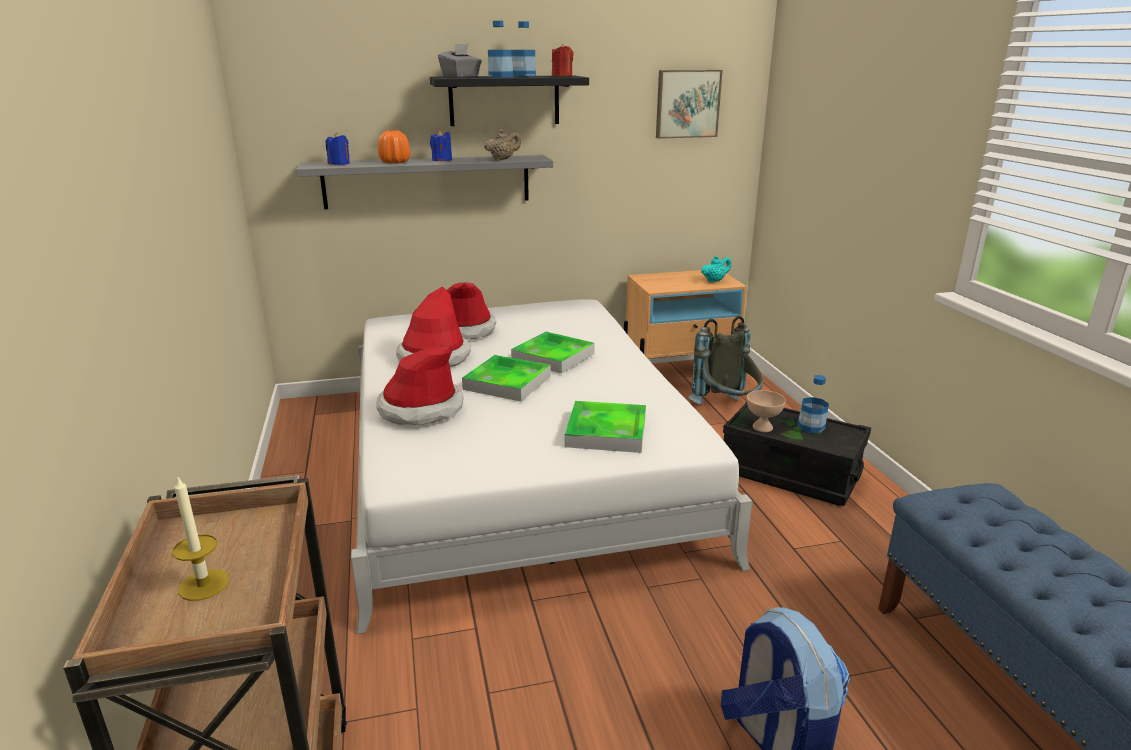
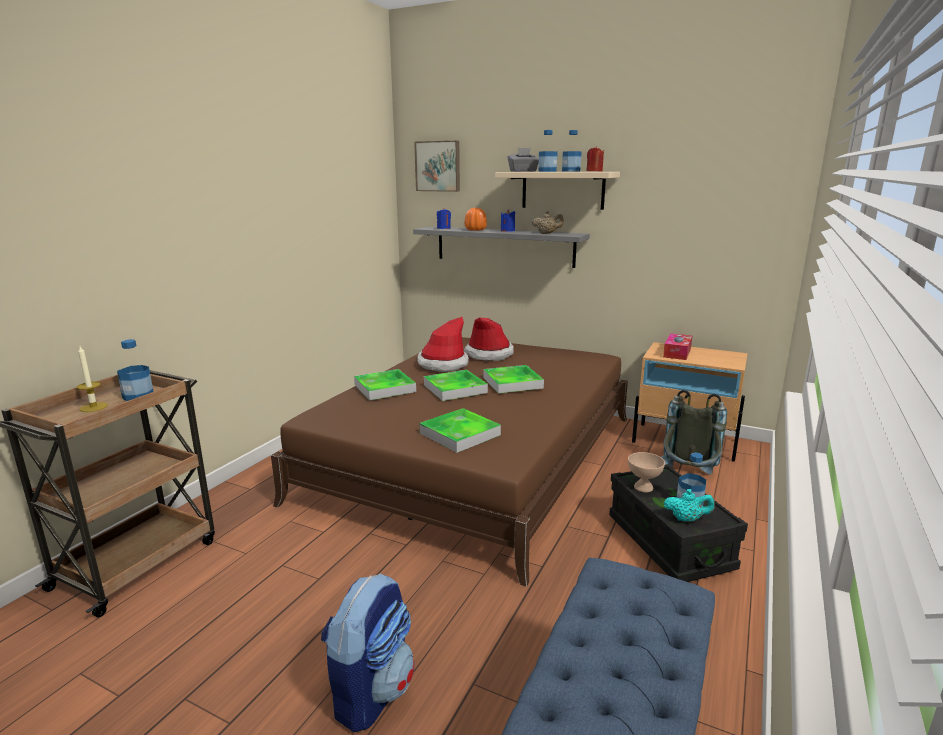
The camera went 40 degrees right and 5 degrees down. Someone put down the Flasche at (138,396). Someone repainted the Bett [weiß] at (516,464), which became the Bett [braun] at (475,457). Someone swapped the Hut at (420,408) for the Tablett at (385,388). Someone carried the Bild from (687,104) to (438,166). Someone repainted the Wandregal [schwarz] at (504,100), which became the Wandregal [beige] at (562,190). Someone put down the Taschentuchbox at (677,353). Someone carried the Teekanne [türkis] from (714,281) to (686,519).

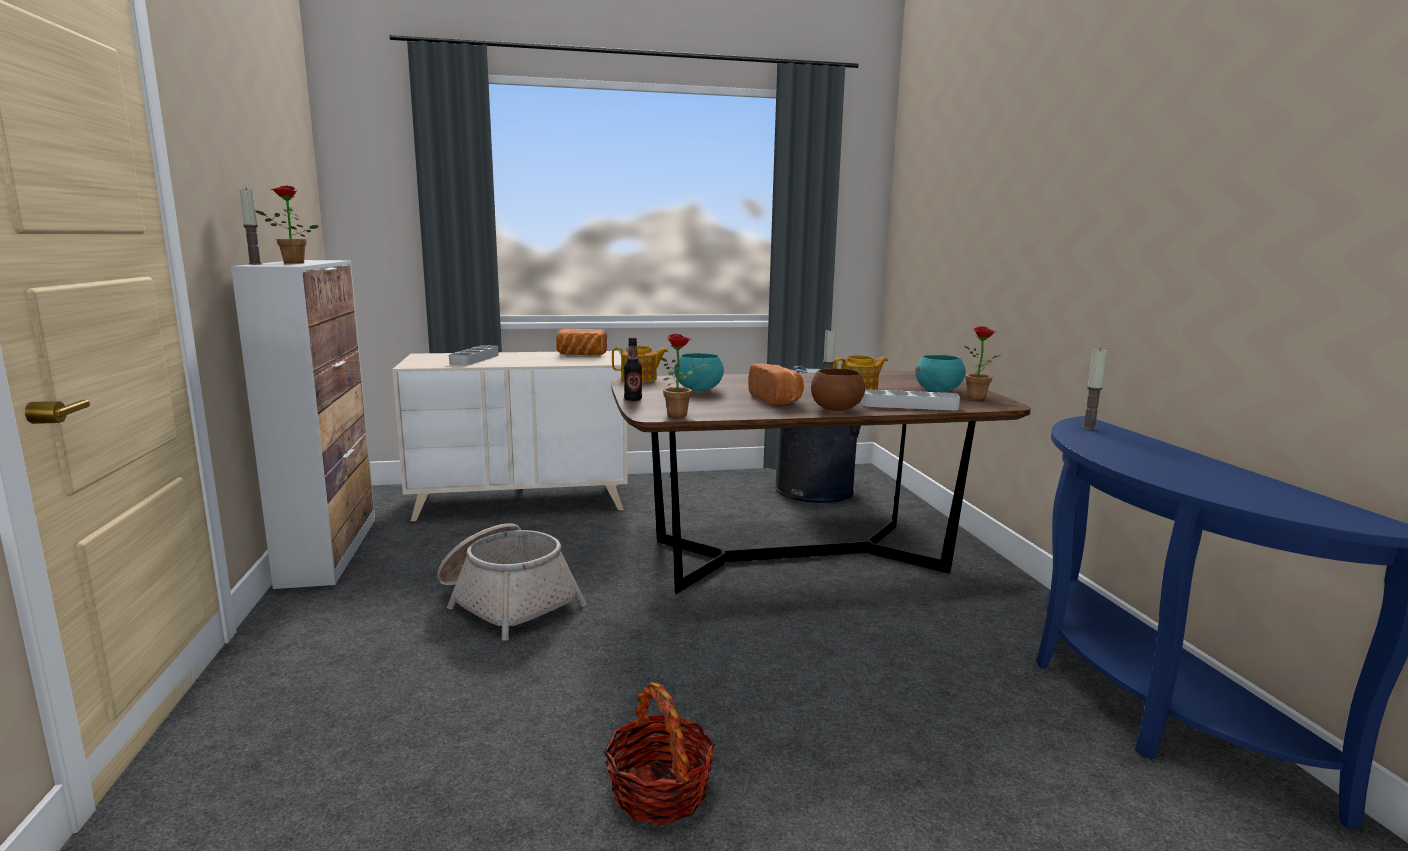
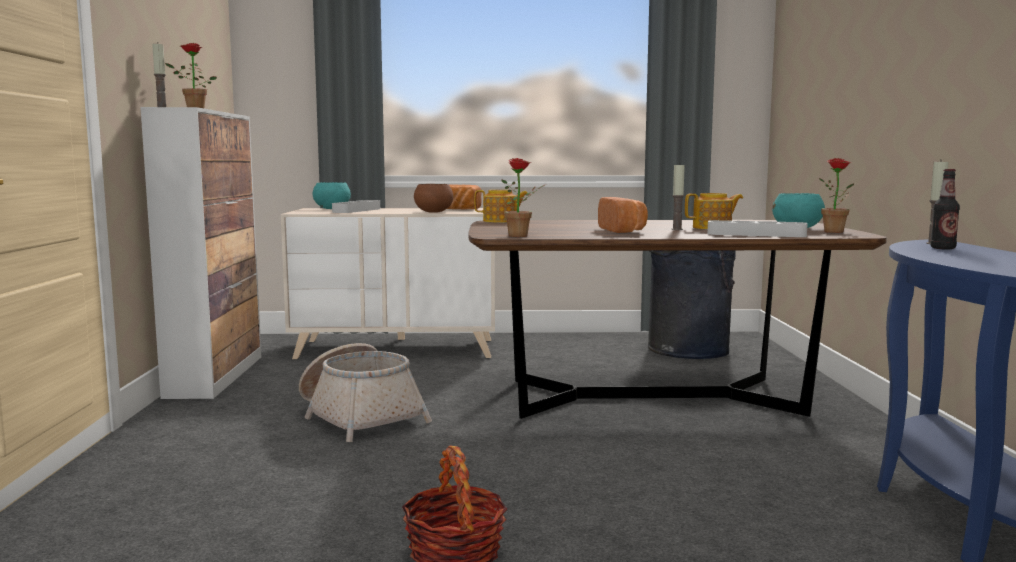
The camera went 10 degrees right and 5 degrees down. Someone carried the Schüssel [türkis] from (698,389) to (332,209). Someone carried the Schüssel [braun] from (835,409) to (433,212). Someone carried the Flasche from (633,399) to (943,248).

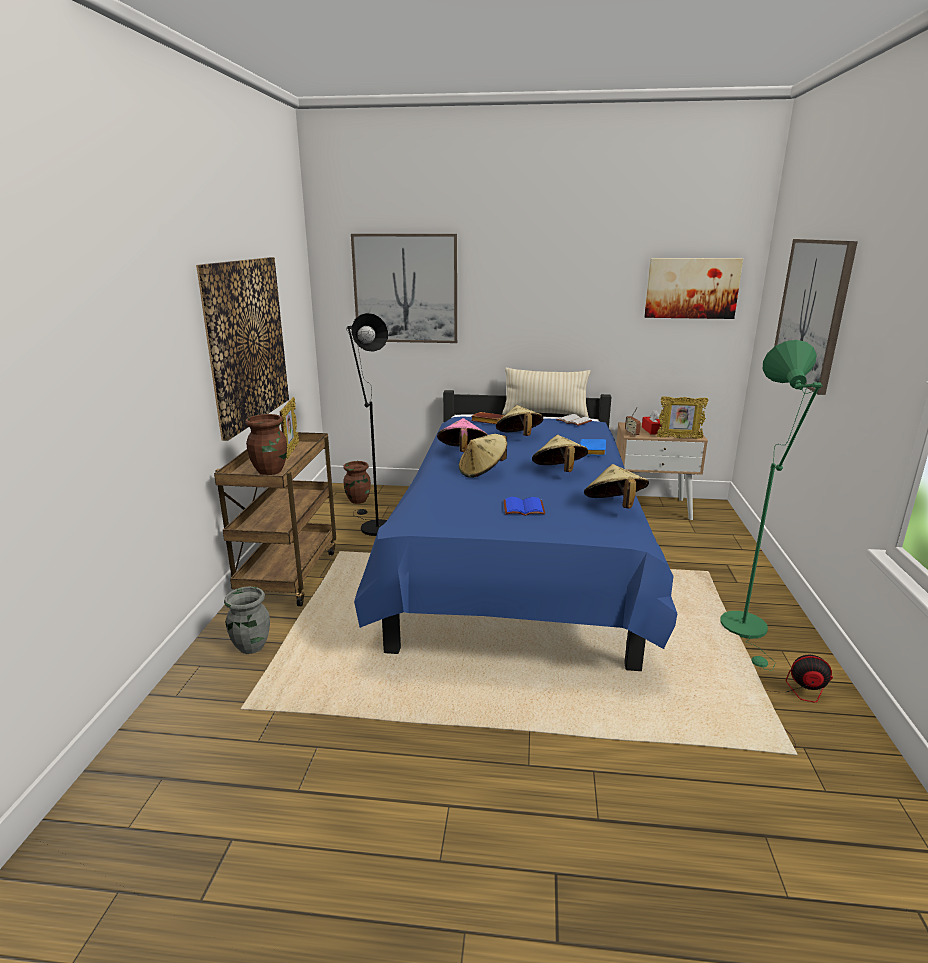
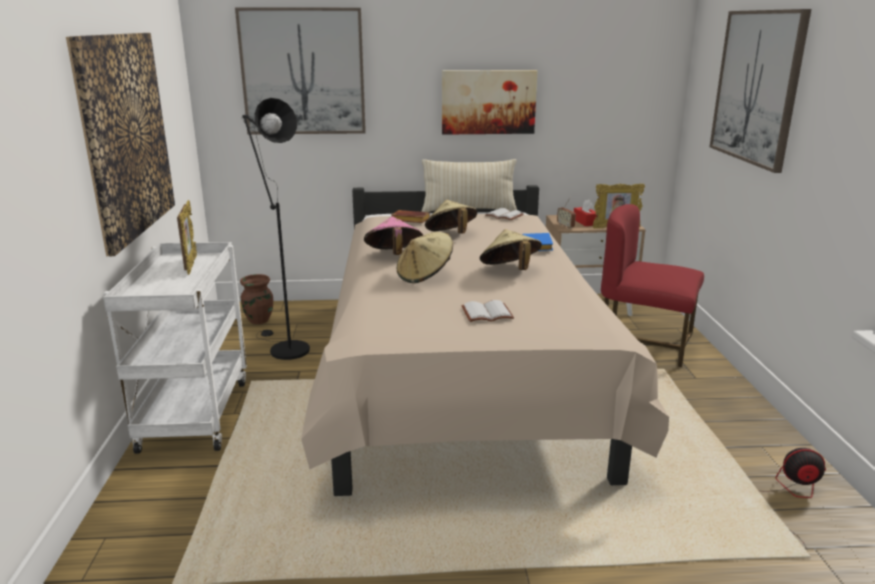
The camera went 10 degrees left and 0 degrees up. Someone repainted the Rollwagen [braun] at (288,574), which became the Rollwagen [weiß] at (194,413). Someone repainted the Bett [blau] at (517,563), which became the Bett [beige] at (460,378). Someone carried the Bild from (691,288) to (488,102). Someone repainted the Buch [blau] at (523,509), which became the Buch [weiß] at (486,314). Someone put down the Stuhl [rot] at (645,342). Someone took away the Vase [grau] at (251,646). Someone took away the Vase [braun] at (270,471). Someone took away the Hut [beige] at (614,506). Someone took away the Stehlampe [grün] at (747,631).

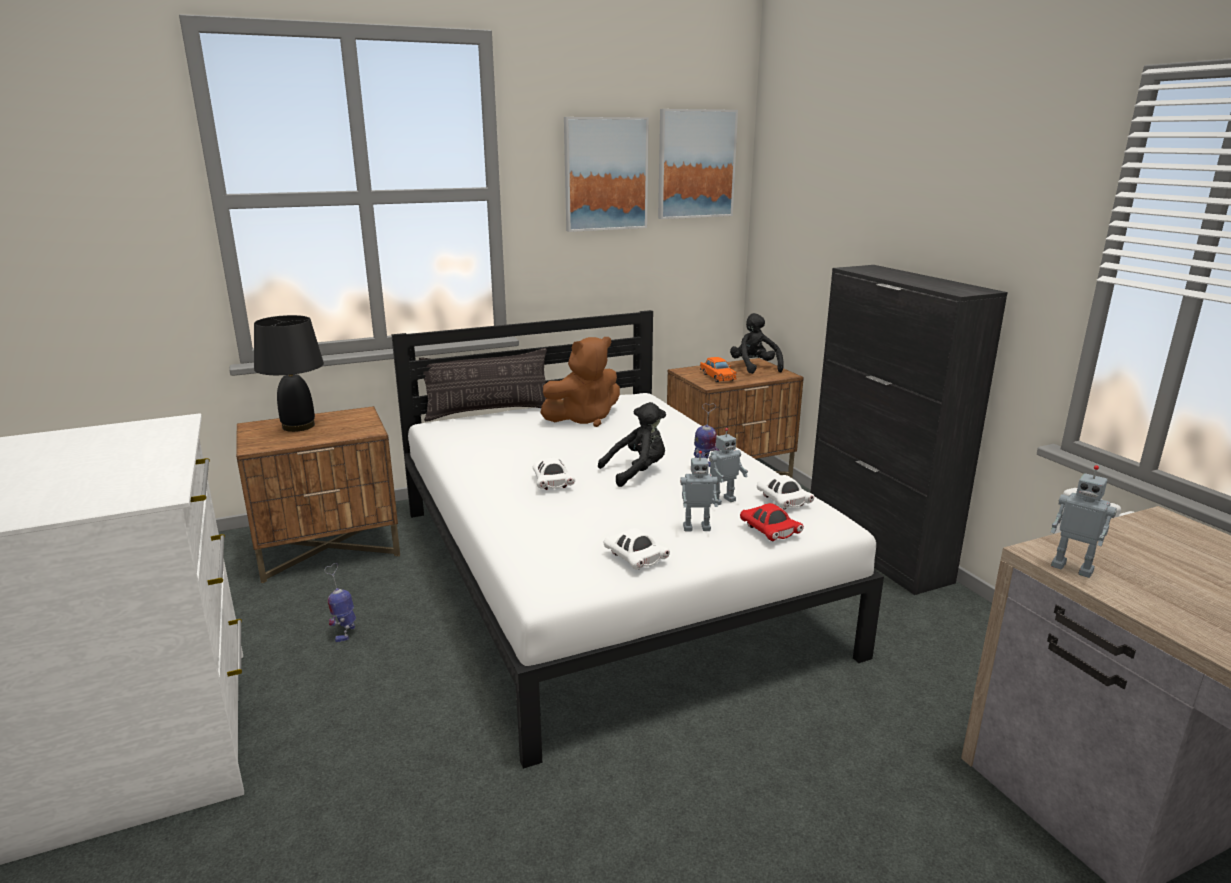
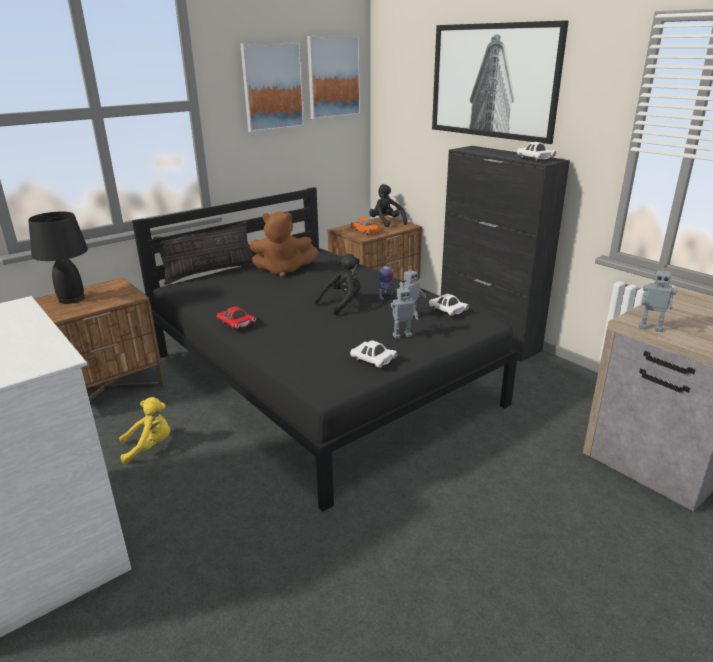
The camera went 15 degrees left and 5 degrees up. Someone swapped the Spielzeugroboter at (345,632) for the Plüschtier [gelb] at (150,447). Someone repainted the Bett [weiß] at (605,575), which became the Bett [schwarz] at (321,379). Someone carried the Spielzeugauto [rot] from (769,532) to (236,324). Someone rotated the Plüschtier [braun] at (584,419) by 45 degrees clockwise. Someone put up the Bild at (494,81). Someone carried the Spielzeugauto [weiß] from (552,483) to (535,159).

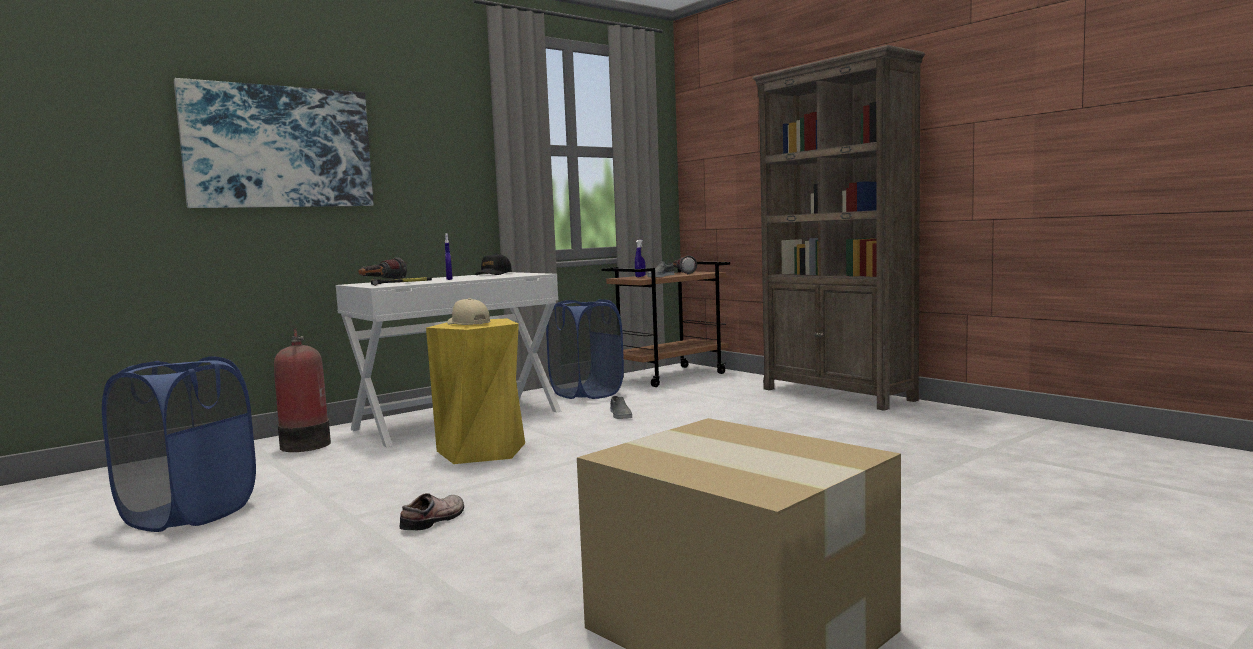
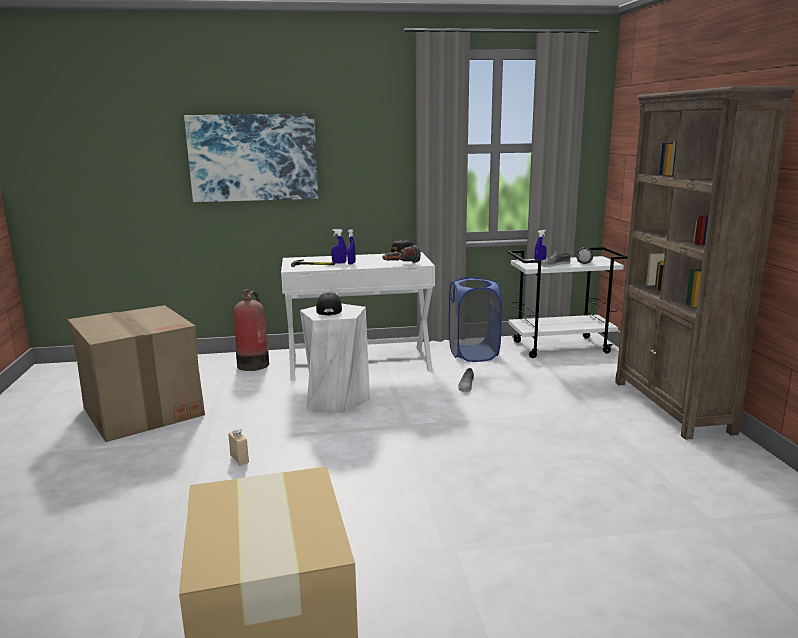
The camera went 30 degrees right and 10 degrees up. Someone swapped the Wäschekorb [blau] at (189,514) for the Karton at (143,411). Someone swapped the Schuh at (435,520) for the Flasche [beige] at (239,459). Someone repainted the Hocker [gelb] at (482,451), which became the Hocker [weiß] at (336,399). Someone repainted the Kappe [beige] at (468,323), which became the Kappe [schwarz] at (329,310). Someone put down the Sprühflasche [blau] at (339,263). Someone carried the Taschenlampe from (381,282) to (400,264). Someone repainted the Rollwagen [braun] at (671,376), which became the Rollwagen [weiß] at (561,347).

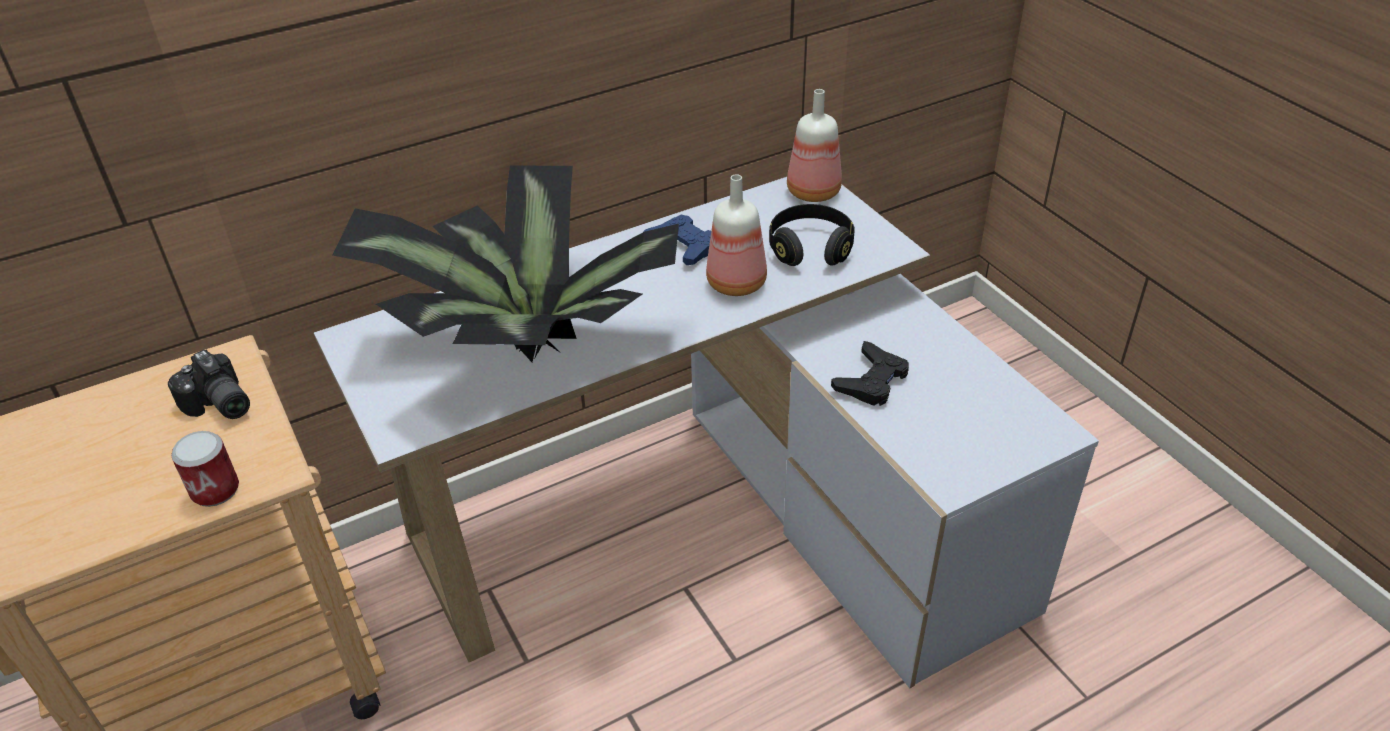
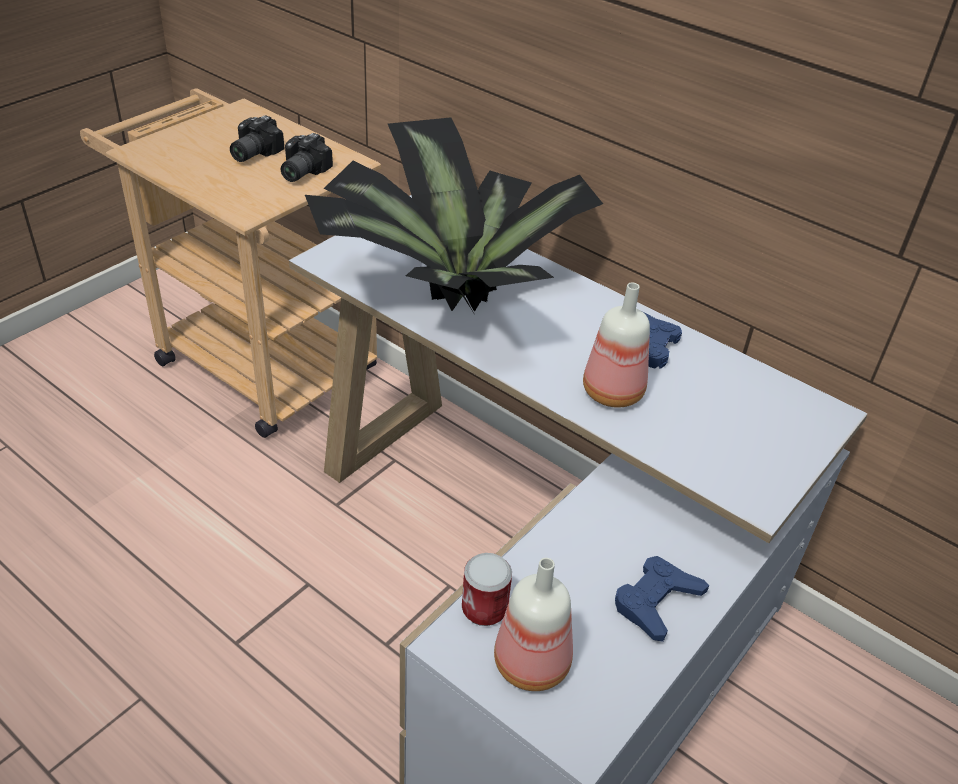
The camera went 65 degrees right and 0 degrees up. Someone put down the Kamera at (252,153). Someone carried the Dose from (215,490) to (484,608). Someone carried the Flasche from (812,191) to (532,661). Someone put down the Gamepad [blau] at (656,601). Someone took away the Kopfhörer [schwarz] at (810,249). Someone took away the Gamepad [schwarz] at (871,381).

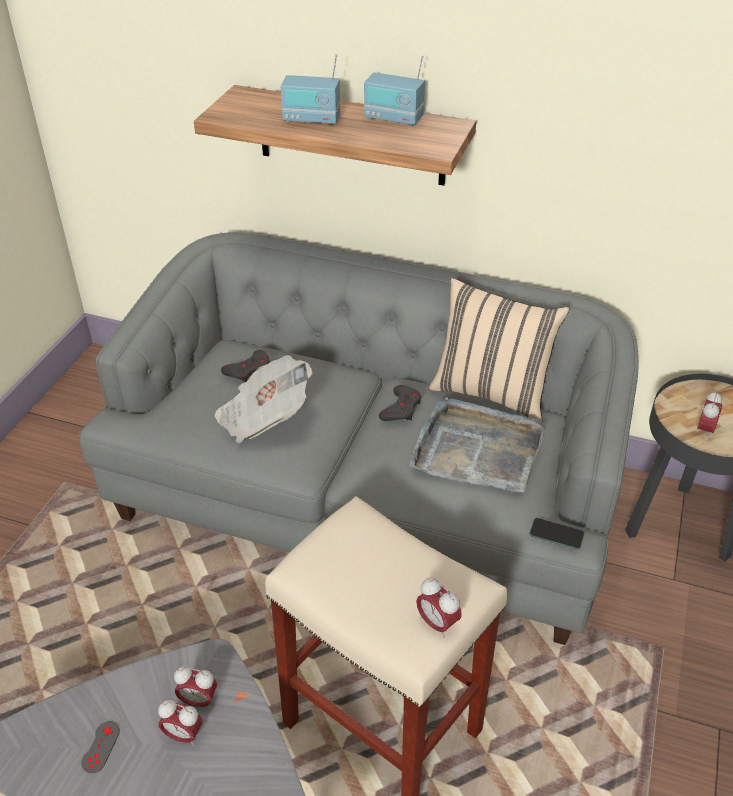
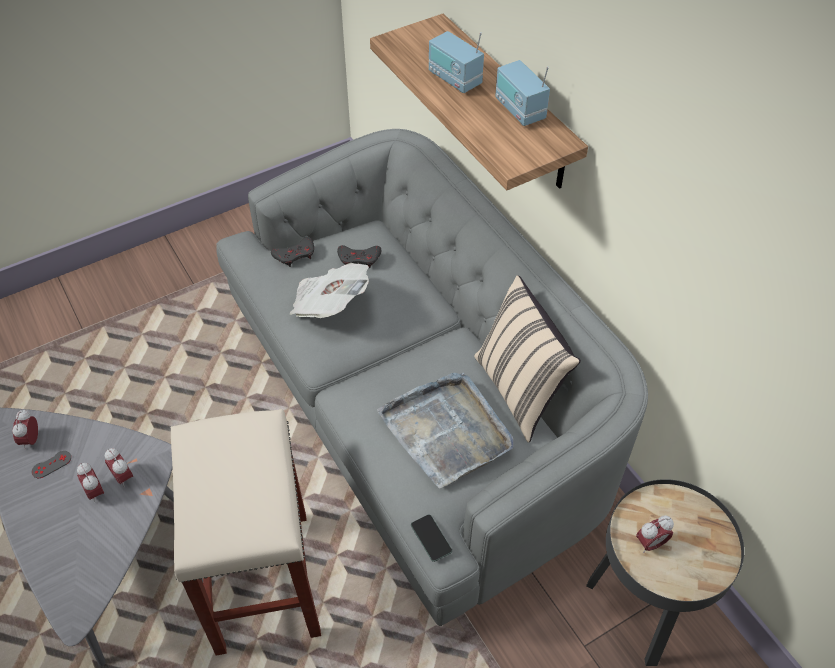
The camera went 40 degrees right and 10 degrees up. Someone carried the Wecker from (437,623) to (31,440). Someone carried the Gamepad [grau] from (401,408) to (295,254).

